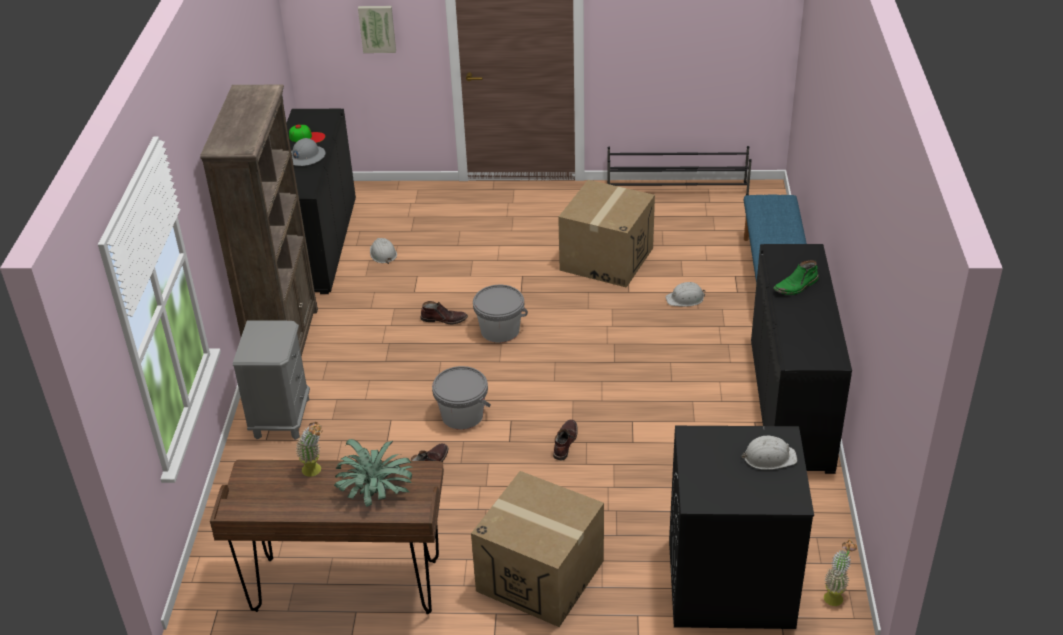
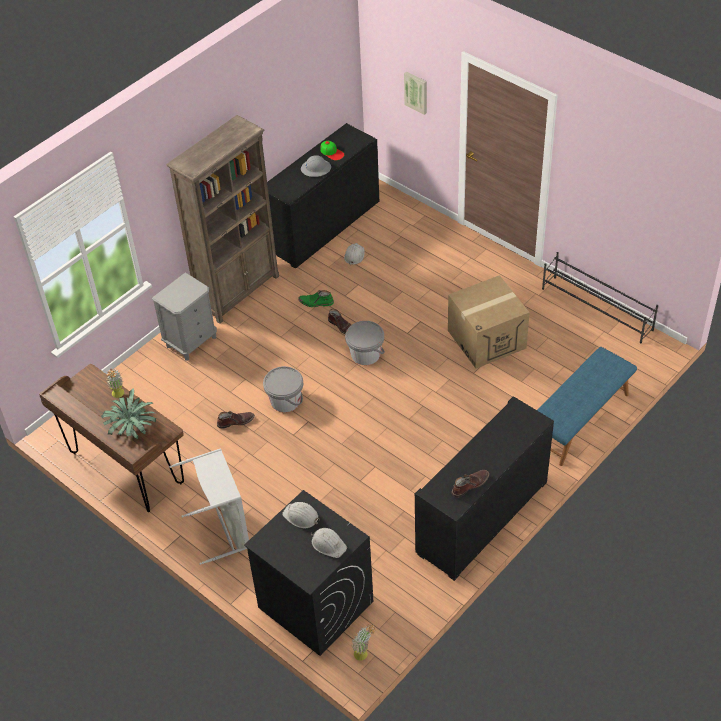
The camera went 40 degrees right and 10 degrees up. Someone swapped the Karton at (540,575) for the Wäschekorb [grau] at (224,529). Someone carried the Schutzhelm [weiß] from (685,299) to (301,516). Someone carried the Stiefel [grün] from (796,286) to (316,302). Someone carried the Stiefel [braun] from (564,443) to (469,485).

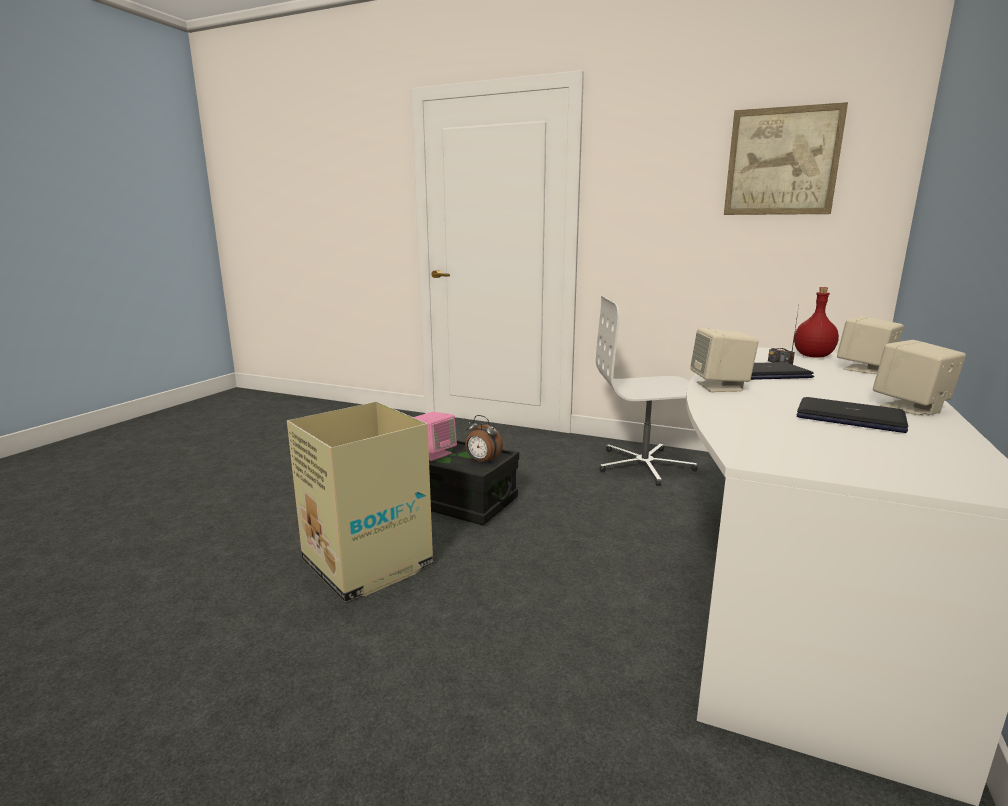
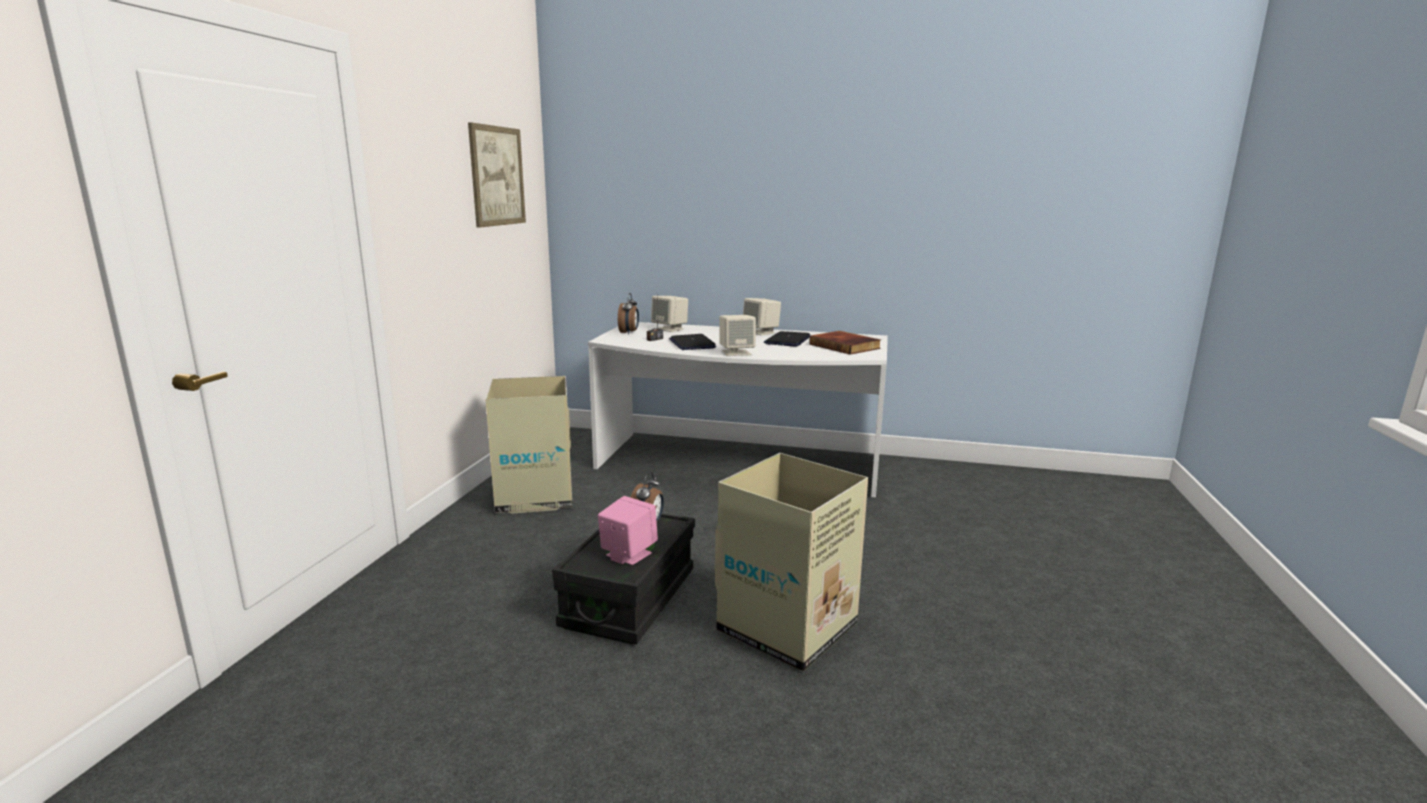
The camera went 100 degrees left and 0 degrees up. Someone swapped the Bürostuhl [weiß] at (645,465) for the Karton at (534,497). Someone swapped the Flasche [rot] at (813,356) for the Wecker at (629,332). Someone put down the Buch at (845,346).

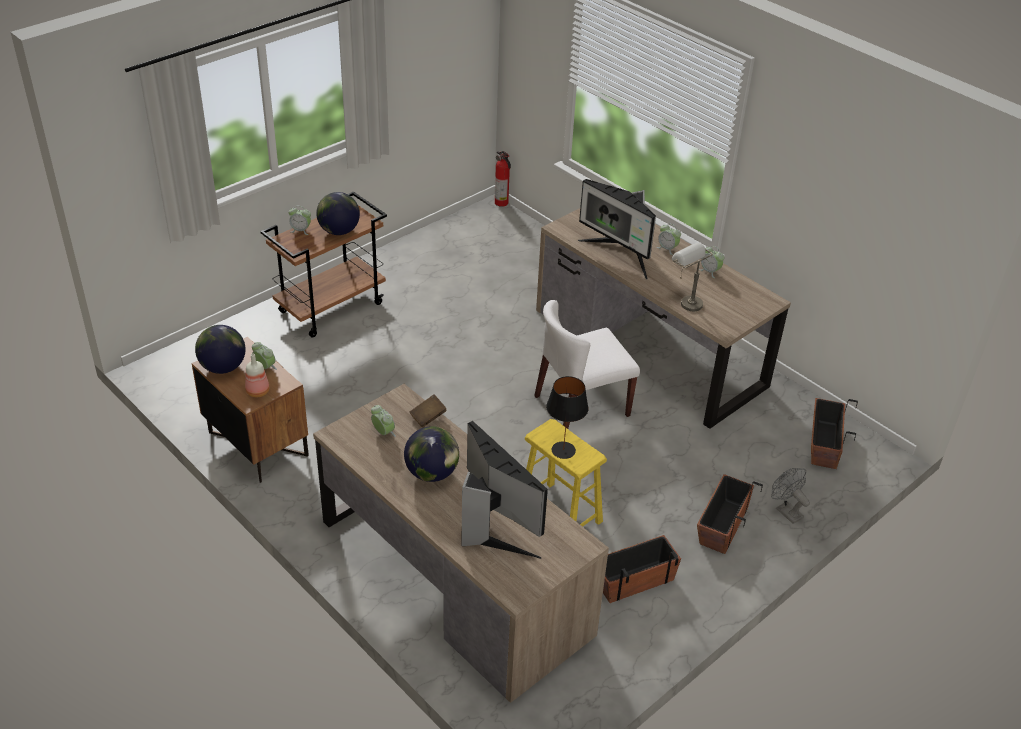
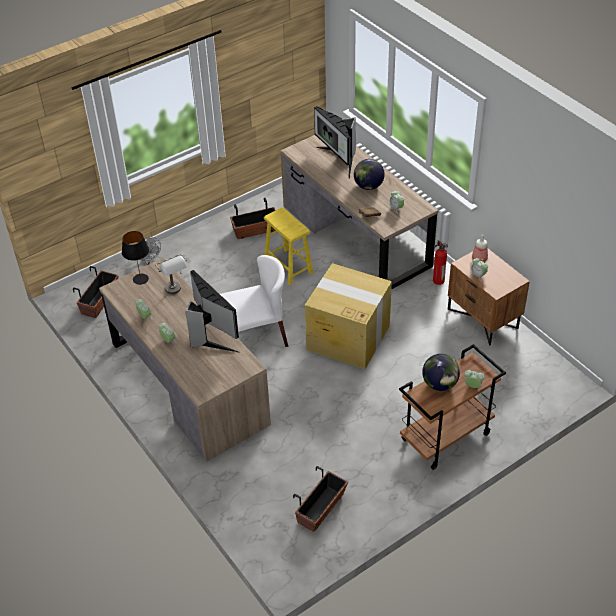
The camera went 170 degrees left and 5 degrees up. Someone carried the Tischlampe [schwarz] from (563,450) to (140,279). Someone carried the Pflanzkübel from (722,525) to (321,509). Someone put down the Karton at (347,337). Someone carried the Feuerlöscher from (502,203) to (438,280). Someone took away the Globus at (223,367).

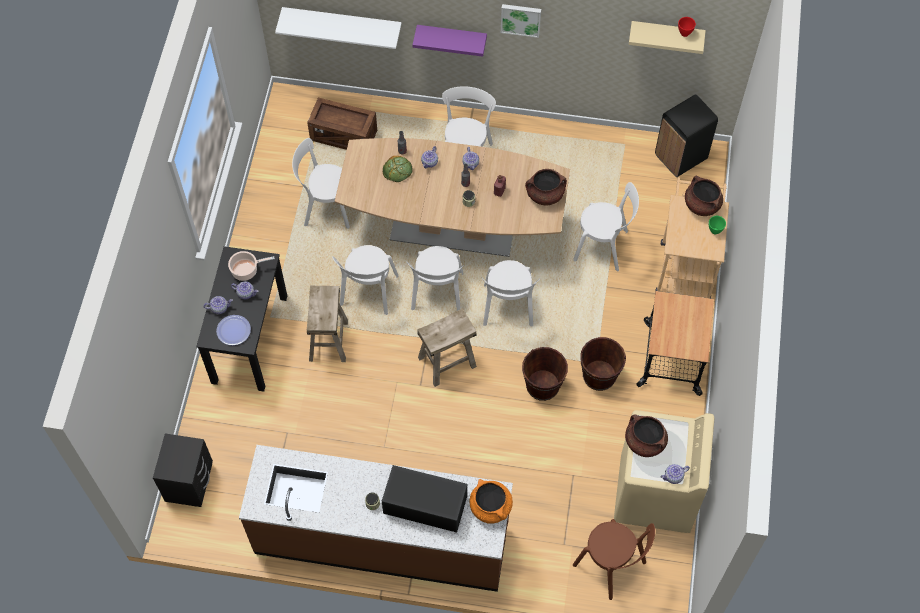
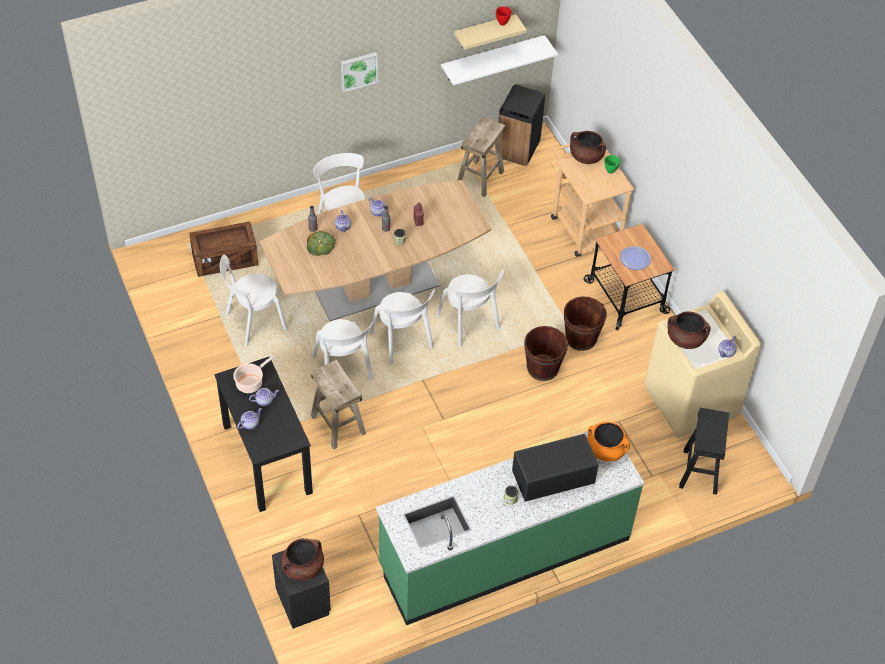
The camera went 35 degrees left and 10 degrees down. Someone carried the Kochtopf [braun] from (545,195) to (303,567). Someone repainted the Küchenzeile [braun] at (382,538), which became the Küchenzeile [grün] at (504,552). Someone carried the Wandregal [weiß] from (342,22) to (492,58). Someone carried the Hocker [beige] from (447,362) to (480,178). Someone carried the Teller from (233,330) to (635,259). Someone swapped the Stuhl [braun] at (612,566) for the Hocker [schwarz] at (700,471). Someone took away the Wandregal [lila] at (451,37). Someone took away the Stuhl [weiß] at (603,246).

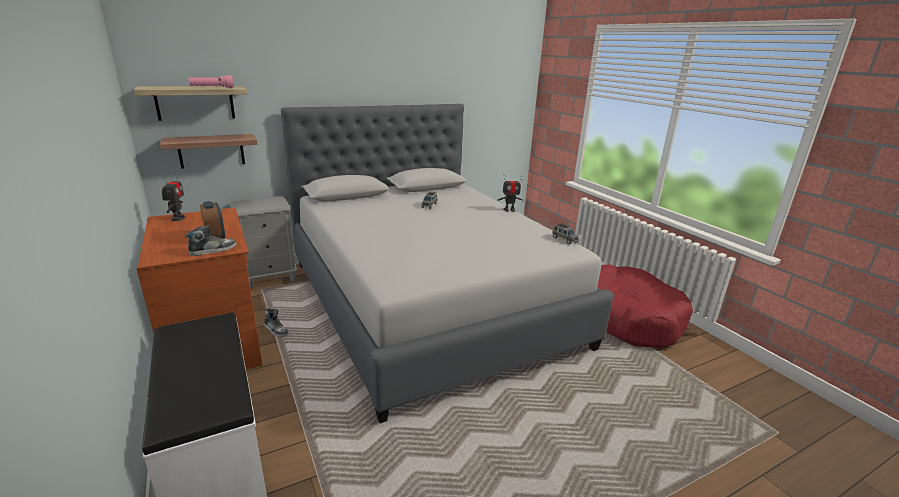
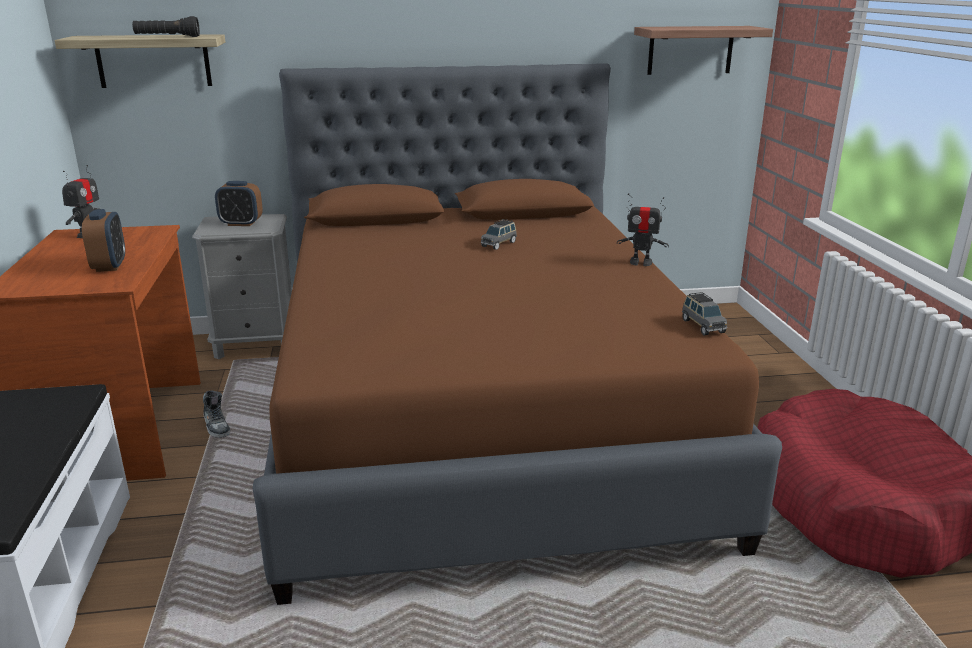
The camera went 20 degrees right and 0 degrees up. Someone repainted the Taschenlampe [rosa] at (212,88), which became the Taschenlampe [schwarz] at (167,37). Someone put down the Wecker at (241,223). Someone repainted the Bett [grau] at (428,301), which became the Bett [braun] at (480,416). Someone carried the Wandregal from (211,151) to (690,50). Someone took away the Schuh at (213,250).

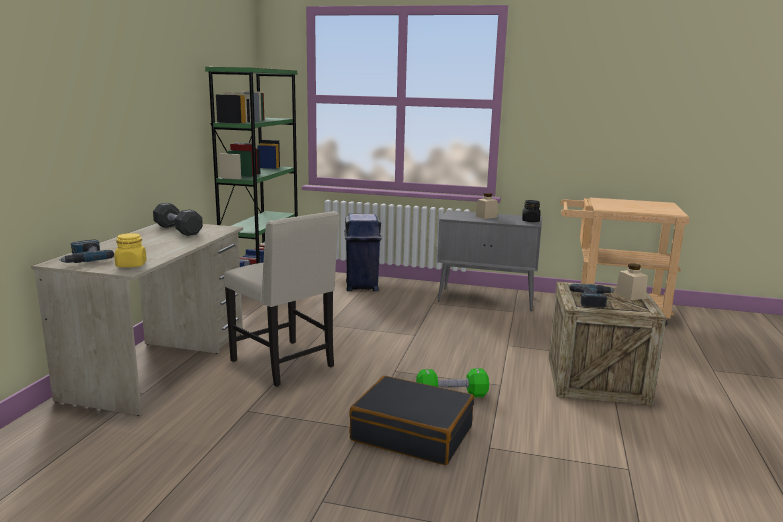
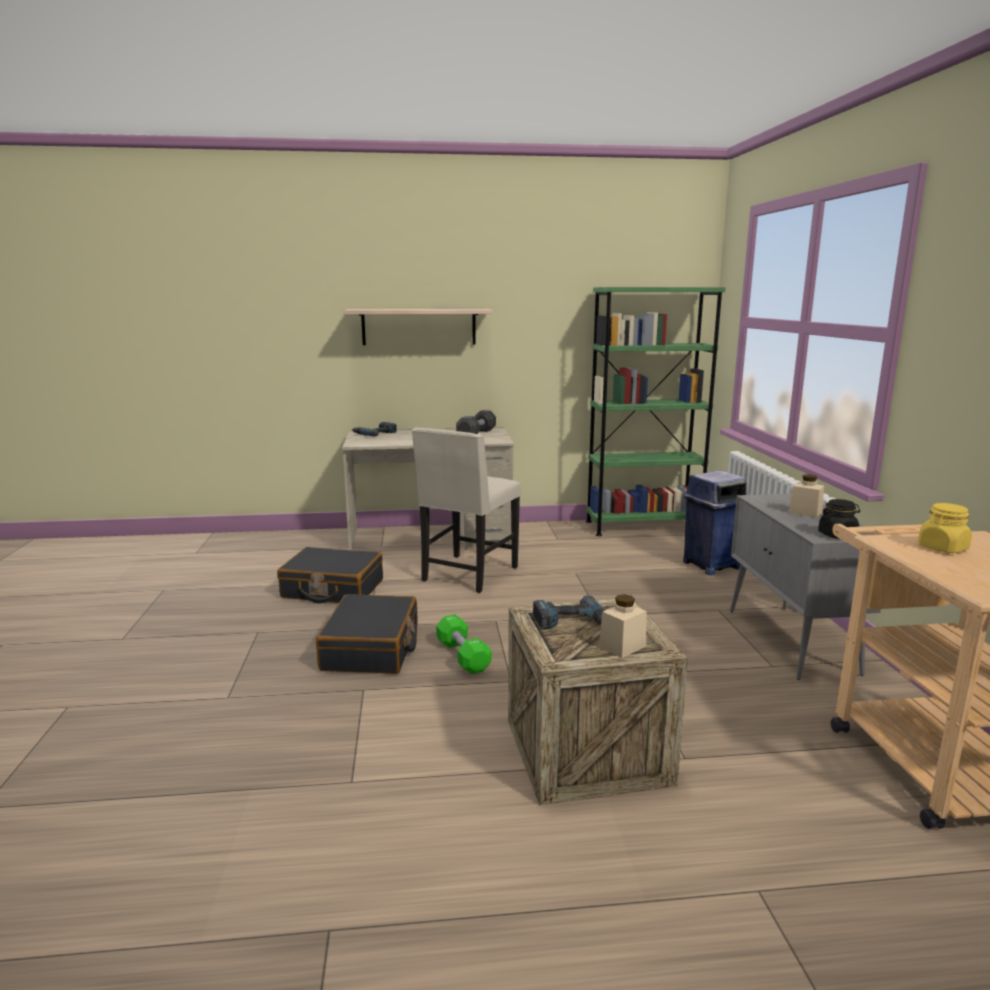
The camera went 70 degrees right and 0 degrees up. Someone put down the Koffer [schwarz] at (332,589). Someone put up the Wandregal at (419,327). Someone carried the Vorratsglas [gelb] from (131,265) to (942,548).

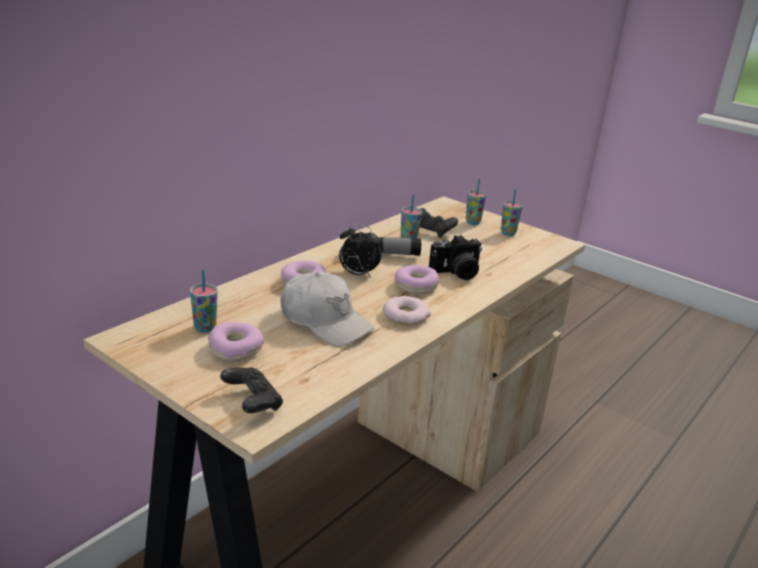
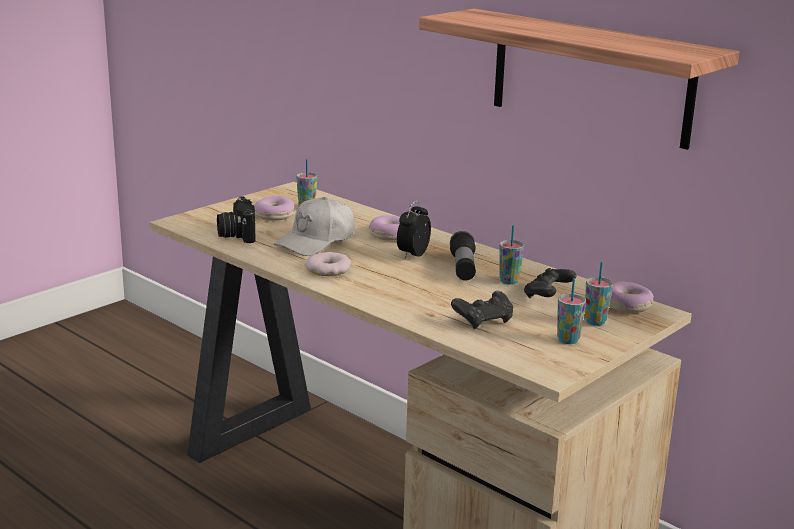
The camera went 95 degrees right and 5 degrees down. Someone carried the Kamera from (456,273) to (236,235). Someone put up the Wandregal at (590,77). Someone carried the Gamepad [schwarz] from (252,403) to (483,321). Someone carried the Donut from (416,286) to (627,306).

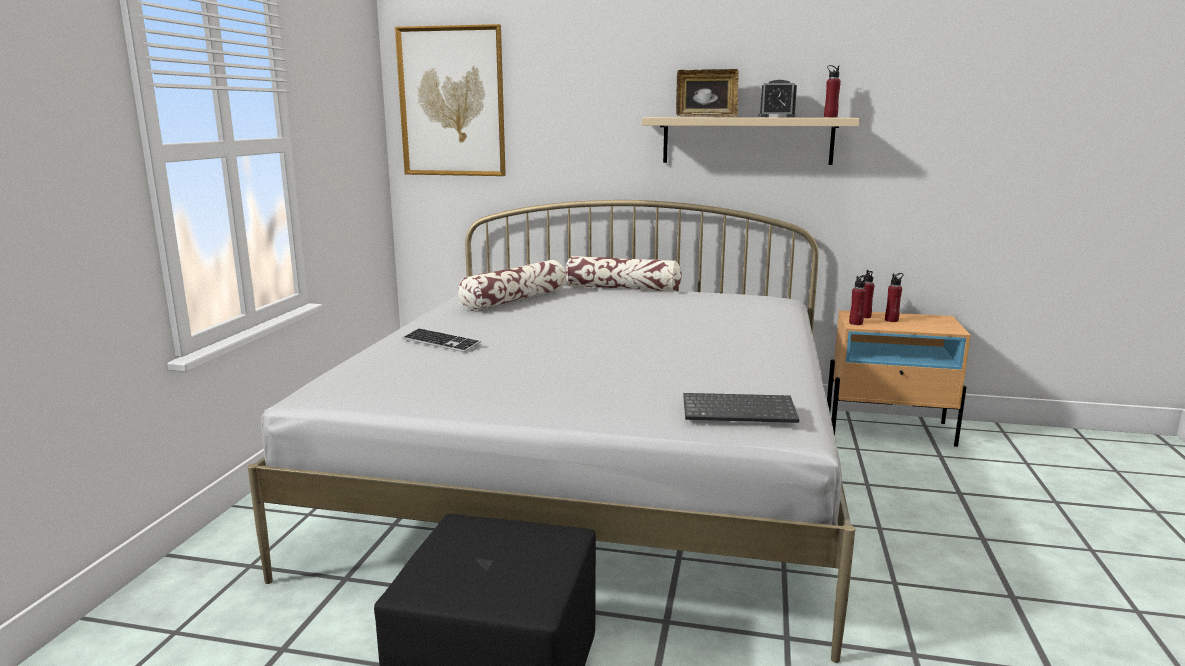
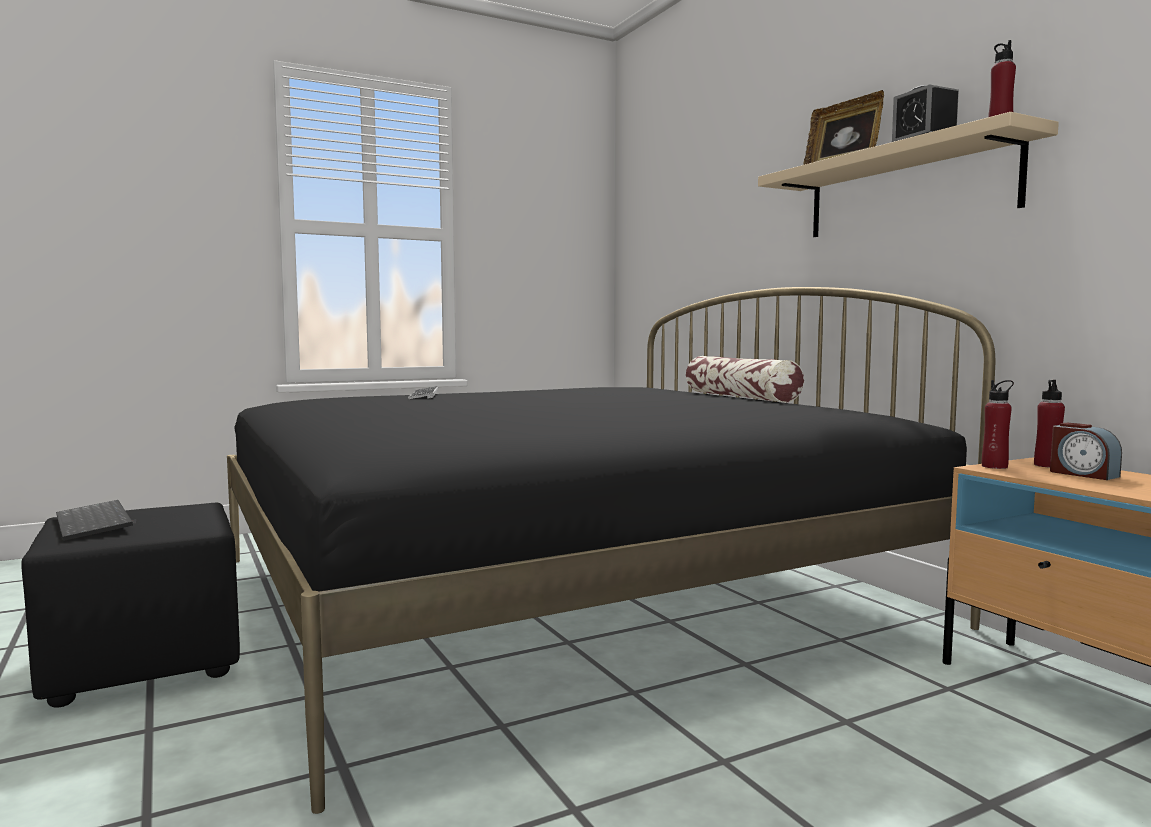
The camera went 50 degrees right and 10 degrees down. Someone carried the Tastatur from (740,410) to (96,523). Someone repainted the Bett [weiß] at (595,477), which became the Bett [schwarz] at (560,591). Someone swapped the Flasche [rot] at (891,320) for the Wecker at (1082,474). Someone took away the Bild at (452,102). Someone took away the Kissen at (514,300).

